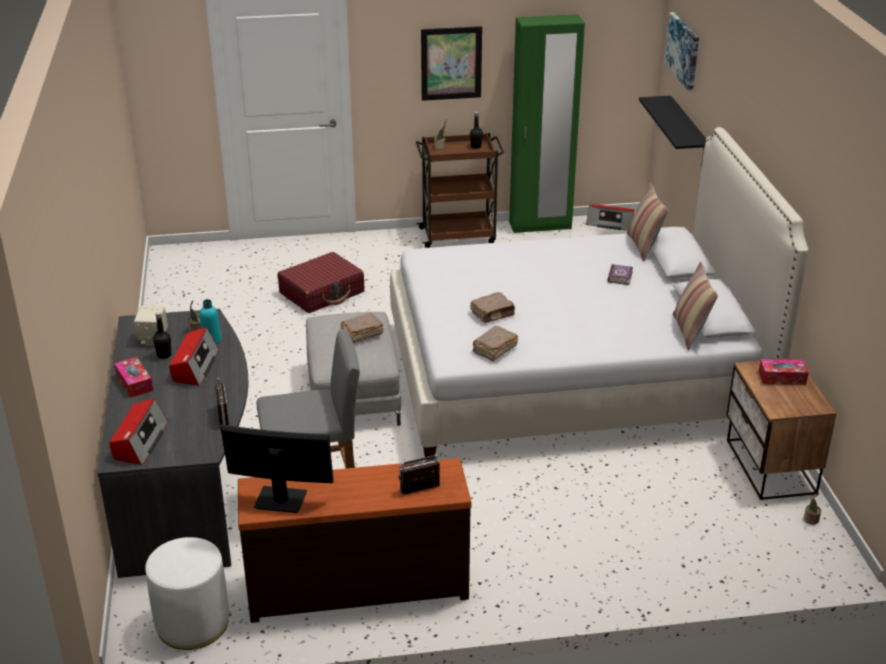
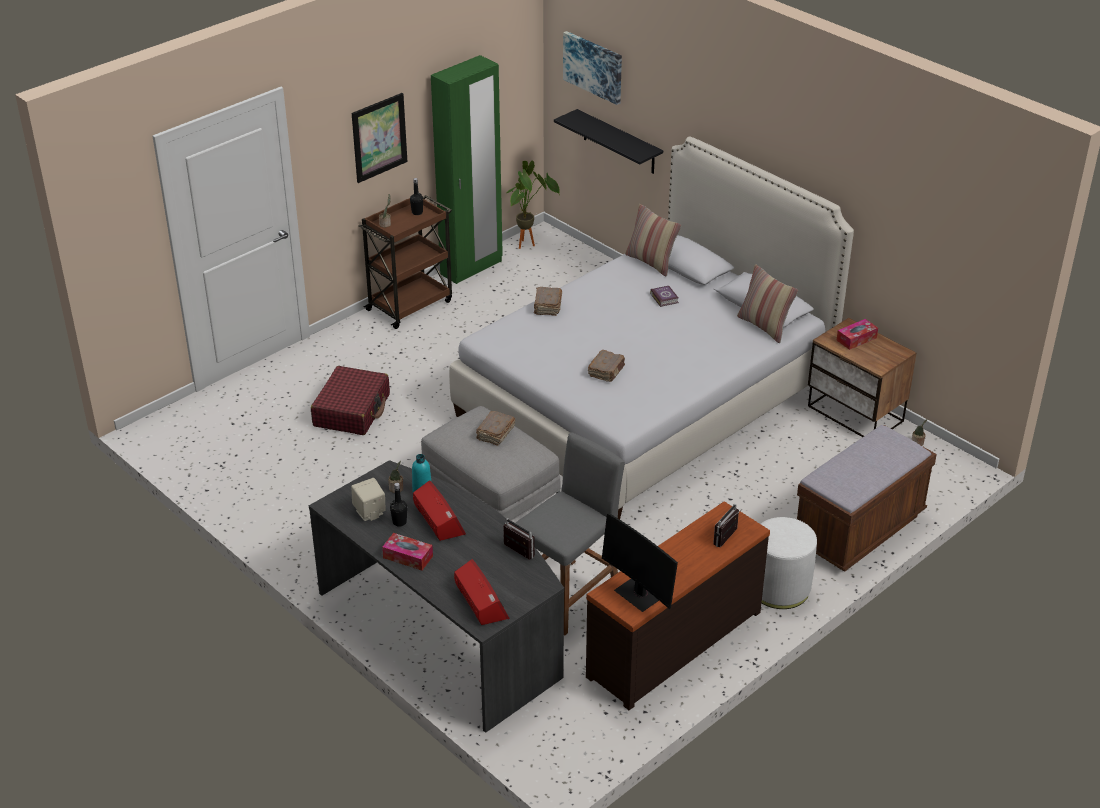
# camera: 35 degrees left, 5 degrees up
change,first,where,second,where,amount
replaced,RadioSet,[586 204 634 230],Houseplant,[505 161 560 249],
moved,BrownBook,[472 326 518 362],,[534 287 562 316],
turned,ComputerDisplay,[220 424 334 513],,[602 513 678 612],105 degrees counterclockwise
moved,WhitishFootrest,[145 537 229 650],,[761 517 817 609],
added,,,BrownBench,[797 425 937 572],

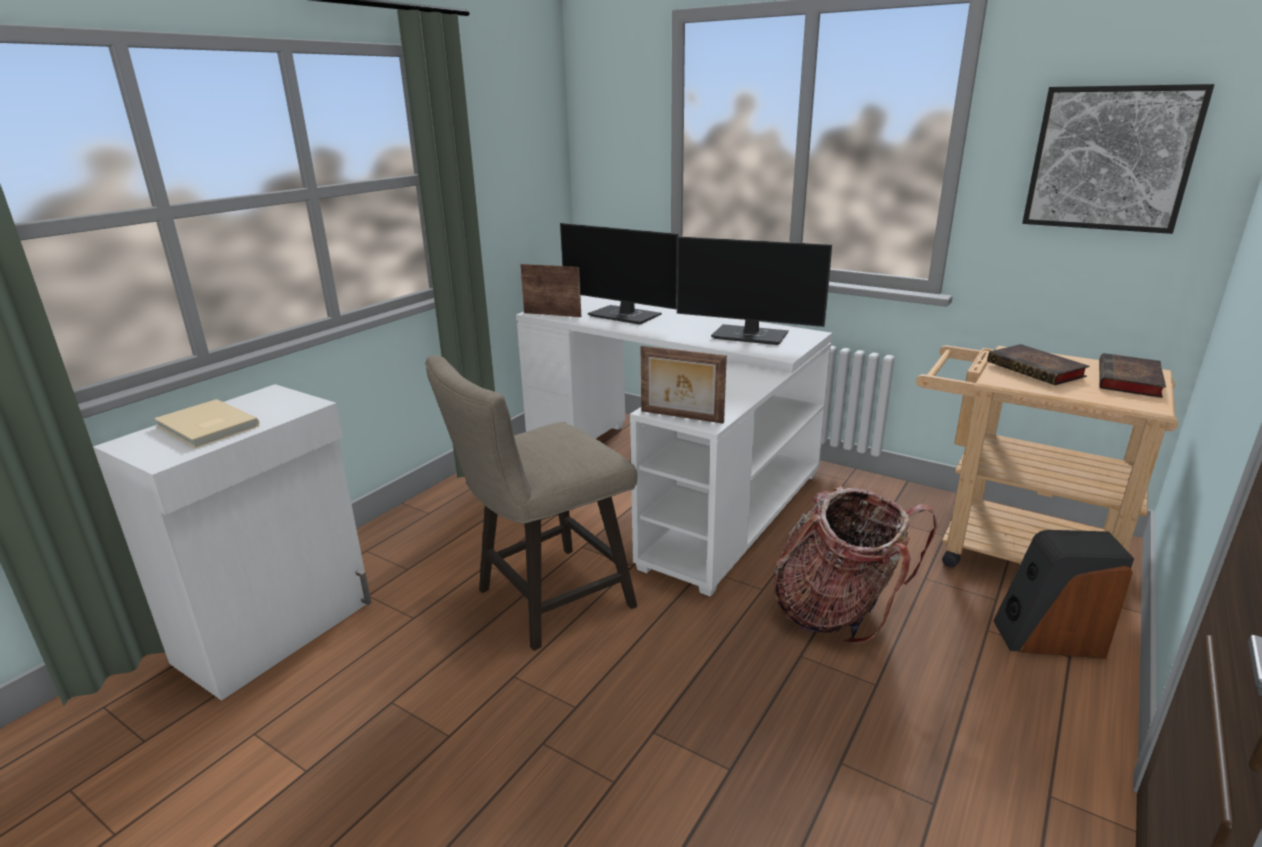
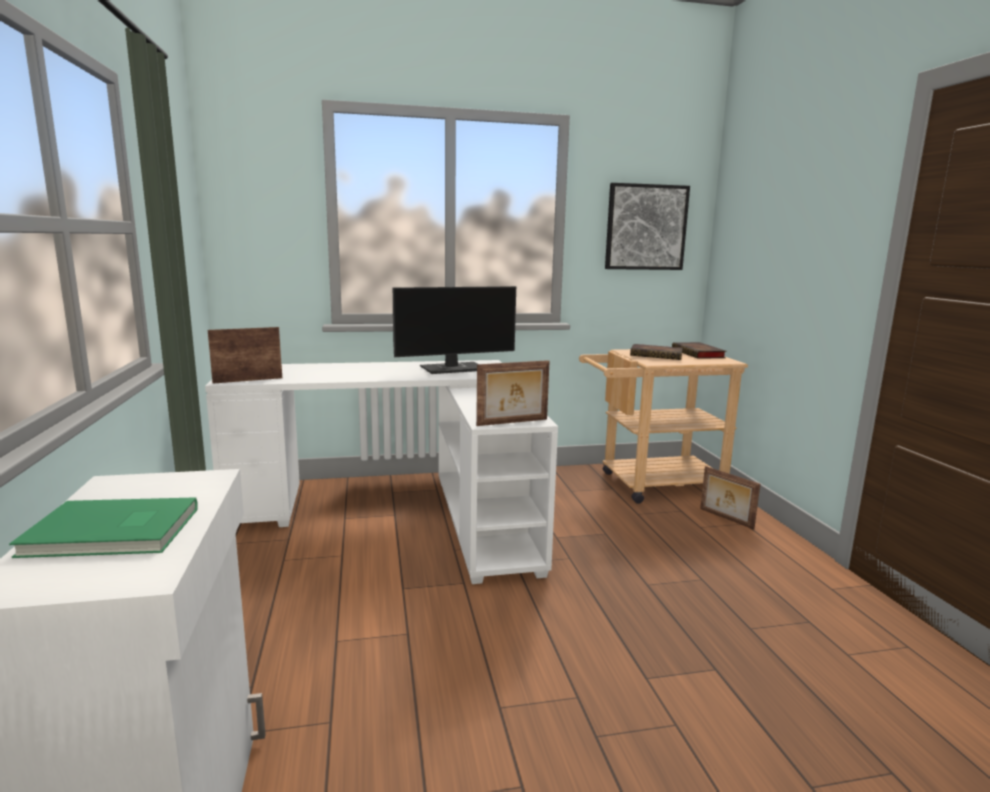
# camera: 45 degrees left, 10 degrees down
change,first,where,second,where,amount
removed,ComputerDisplay,[560 223 678 325],,,
removed,SandColouredStool,[425 355 637 651],,,
recoloured,SandColouredBook,[154 399 259 448],GreenBook,[9 497 198 558],
removed,Knapsack,[773 486 938 644],,,
replaced,Loudspeaker,[993 530 1134 659],PhotoFrame,[700 466 760 529],

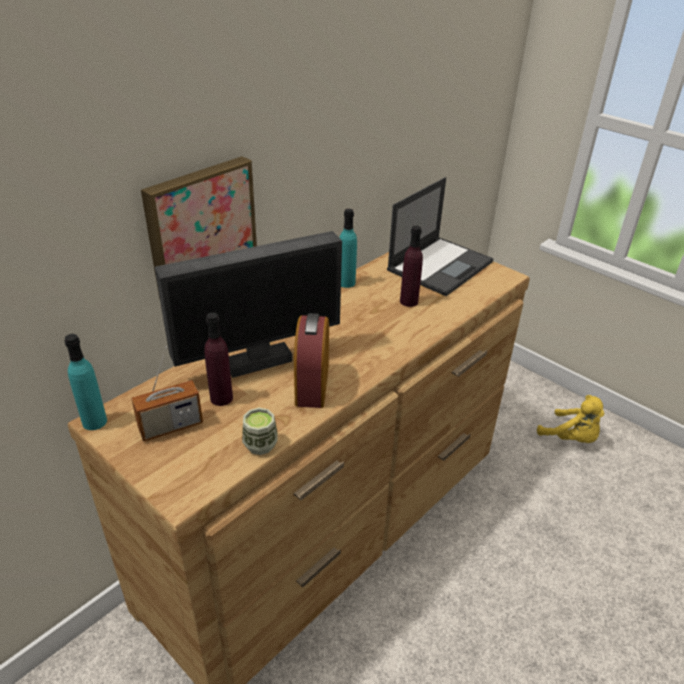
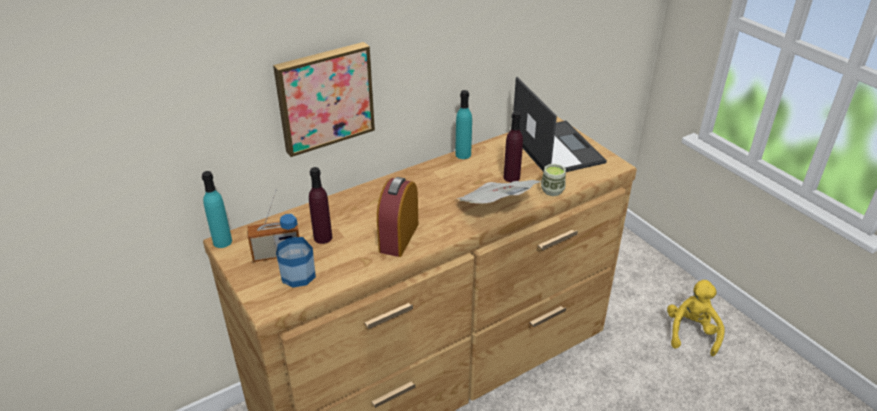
# camera: 15 degrees right, 0 degrees up
change,first,where,second,where,amount
turned,PortableComputer,[387 177 494 296],,[513 77 607 172],75 degrees counterclockwise
removed,ComputerDisplay,[154 231 342 378],,,
turned,YellowColouredPlushToy,[537 395 604 443],,[667 280 725 356],135 degrees counterclockwise
moved,DrinkingCup,[242 408 278 455],,[541 164 566 196],
added,,,DailyPaper,[457 180 542 204],
added,,,Bottle,[276 214 316 287],

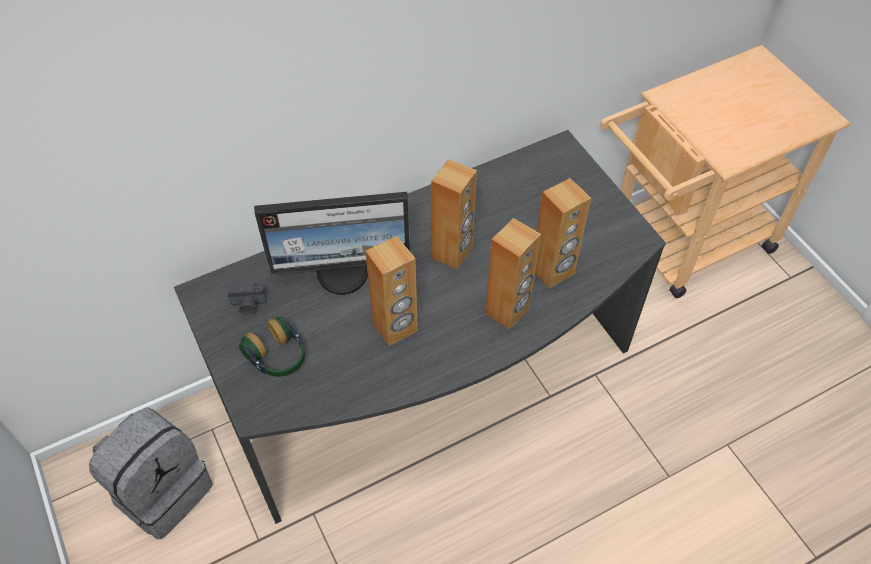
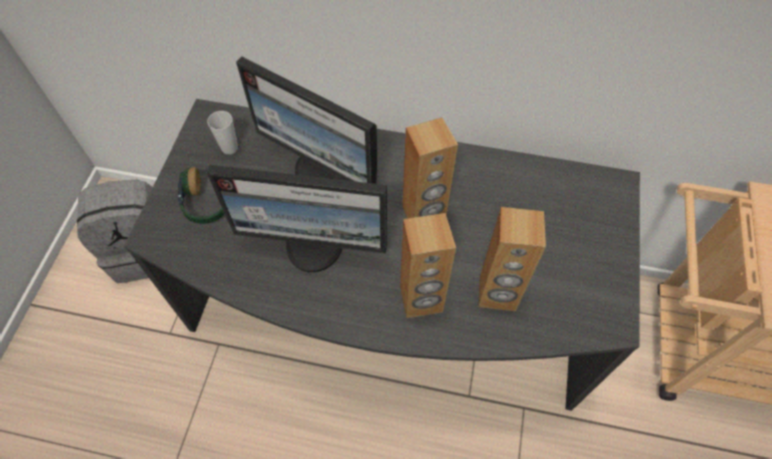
# camera: 40 degrees right, 5 degrees up
change,first,where,second,where,amount
replaced,BrownLoudspeaker,[365 236 418 346],ComputerDisplay,[207 165 387 272],
replaced,PhotoCamera,[227 283 267 315],DrinkingCup,[207 111 238 155],

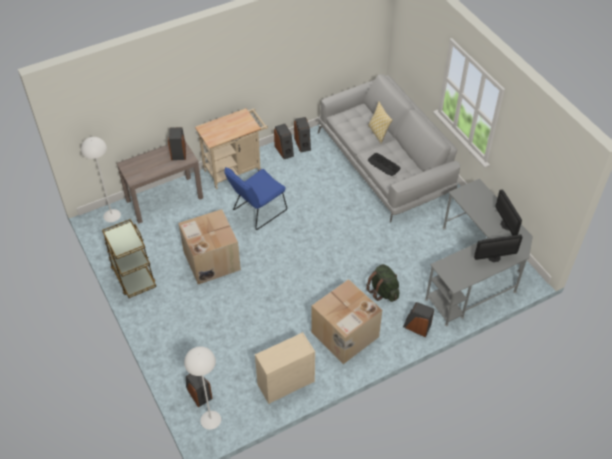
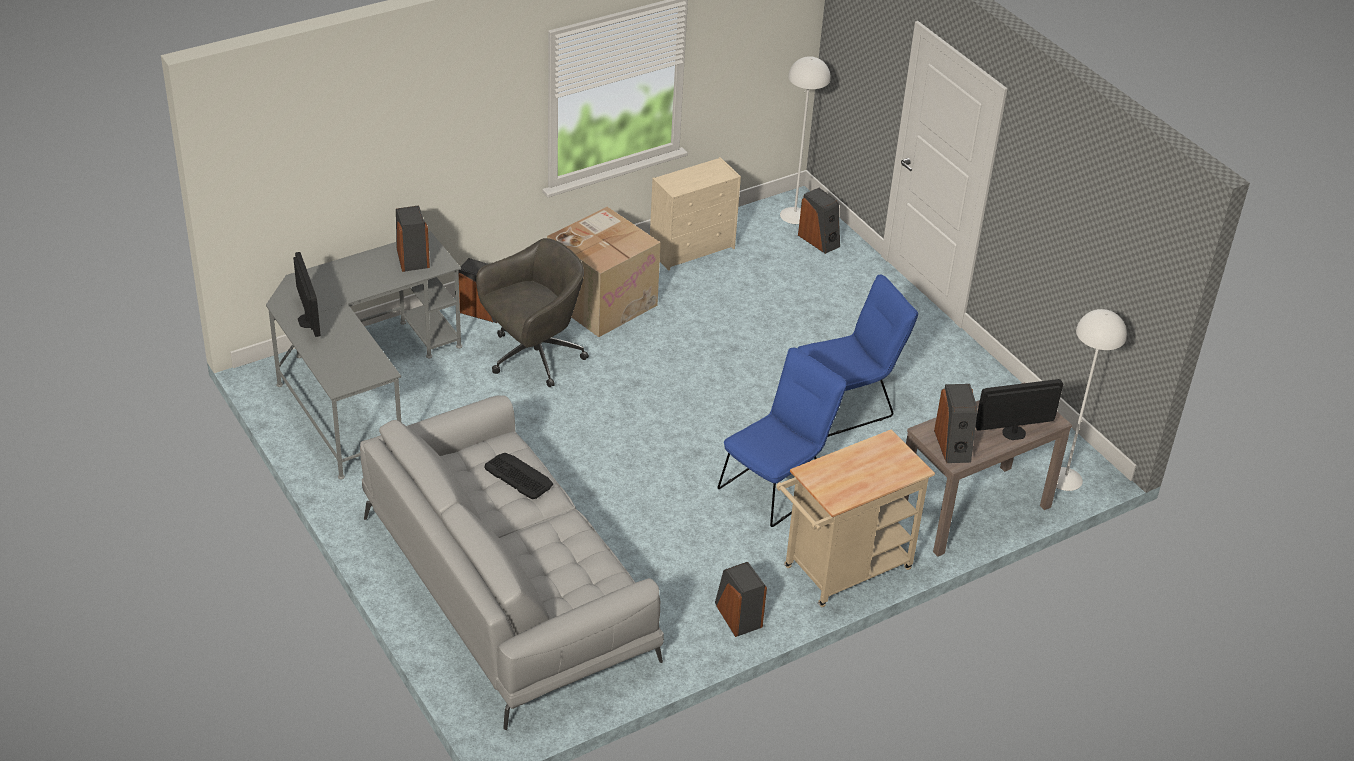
# camera: 175 degrees right, 10 degrees down
change,first,where,second,where,amount
removed,Cushion,[368 101 393 144],,,
moved,Loudspeaker,[294 117 311 152],,[396 205 430 272],
replaced,CardboardBox,[178 209 241 284],BluishUprightChair,[797 275 918 437],
removed,BrownCart,[102 219 156 298],,,
moved,ComputerDisplay,[474 234 522 262],,[976 379 1063 440],
replaced,GreenKnapsack,[366 264 399 302],GreyishDeskChair,[476 238 589 387],

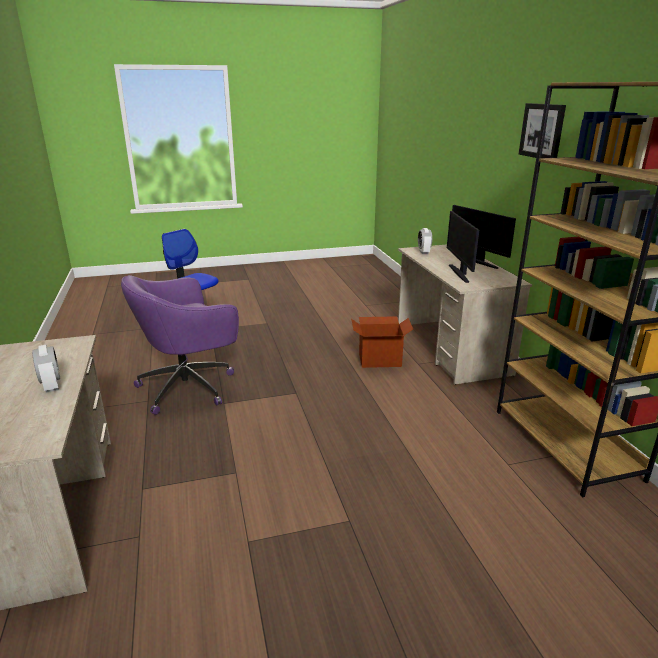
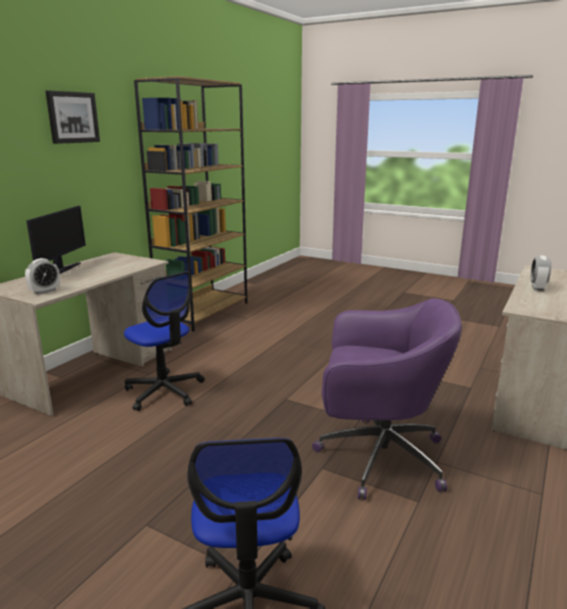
# camera: 135 degrees left, 5 degrees down
change,first,where,second,where,amount
removed,ComputerDisplay,[447 211 479 283],,,
replaced,CardboardBox,[351 316 413 368],DeskChair,[124 271 205 411],

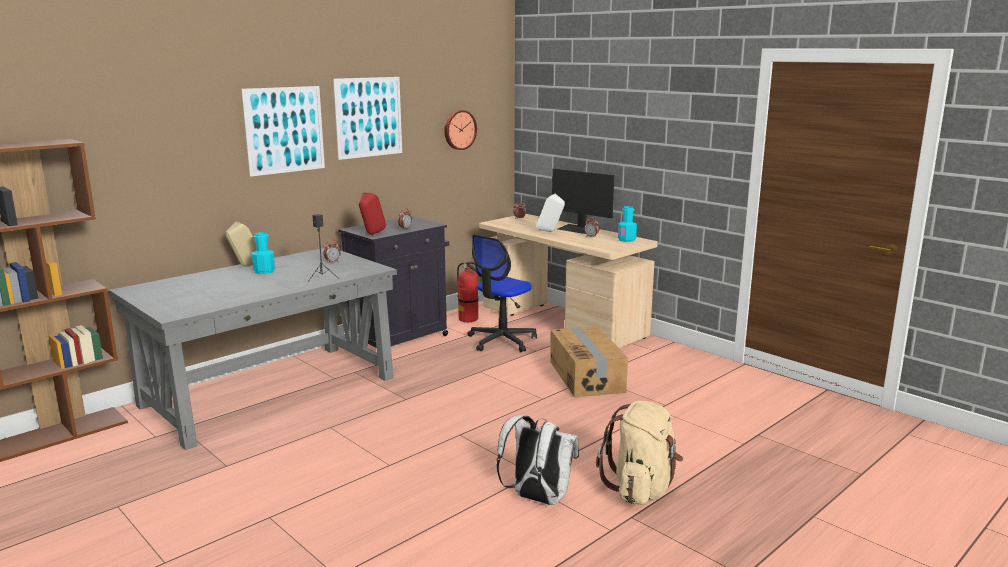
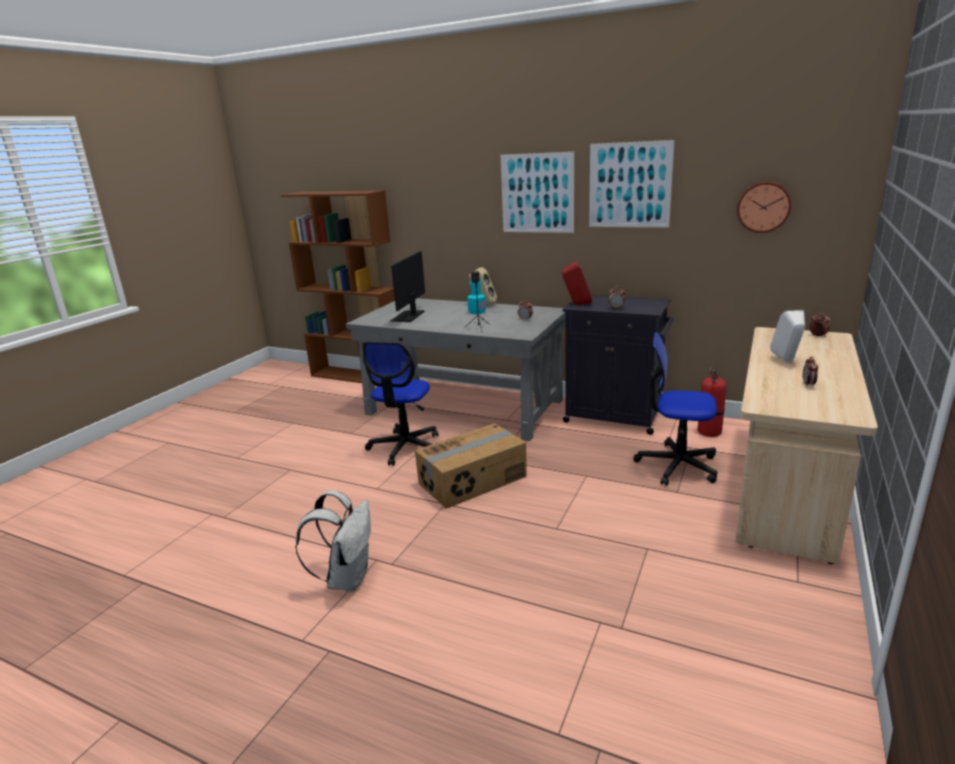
# camera: 70 degrees right, 5 degrees up
change,first,where,second,where,amount
moved,ComputerDisplay,[552 169 614 234],,[389 251 425 322],
removed,BlueGreenBottle,[618 206 637 242],,,
moved,CardboardBox,[550 326 628 398],,[415 423 527 509],
removed,SandColouredKnapsack,[596 401 683 505],,,
added,,,DeskChair,[363 342 438 466],

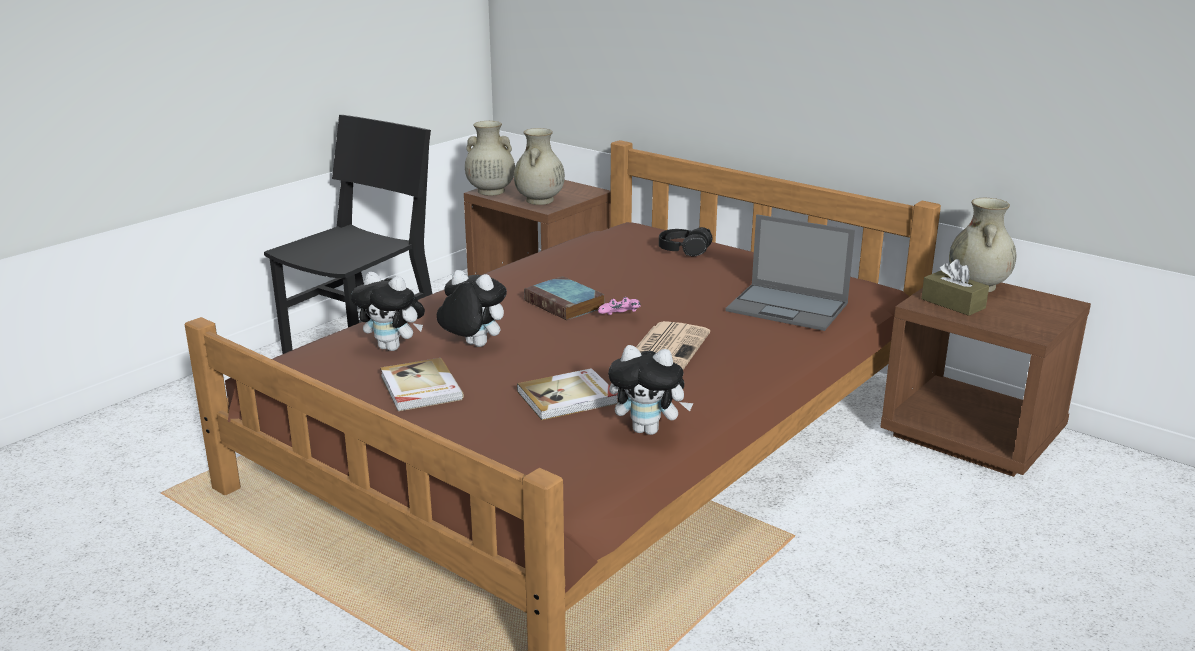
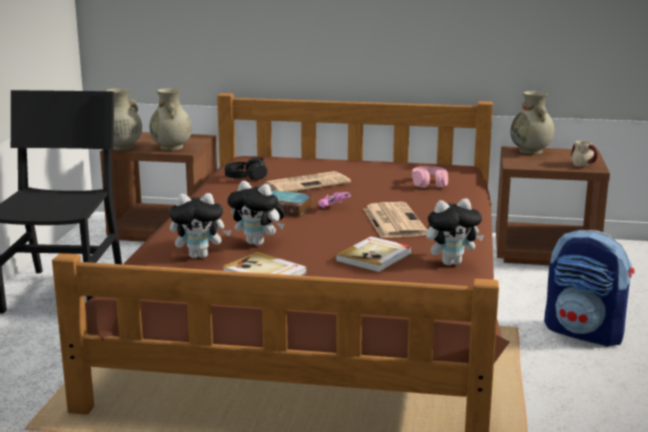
# camera: 30 degrees left, 5 degrees down
change,first,where,second,where,amount
replaced,PortableComputer,[725 214 855 331],PinkHeadphones,[412 166 448 188],
moved,BlackHeadphones,[659 227 713 256],,[225 158 268 180],
removed,BrownBoxOfTissues,[921 259 989 316],,,
turned,PlushToy,[437 270 507 347],,[227 181 285 246],150 degrees counterclockwise
added,,,Mug,[571 140 598 166],
added,,,DailyPaper,[265 171 351 192],
added,,,Knapsack,[544 230 635 347],

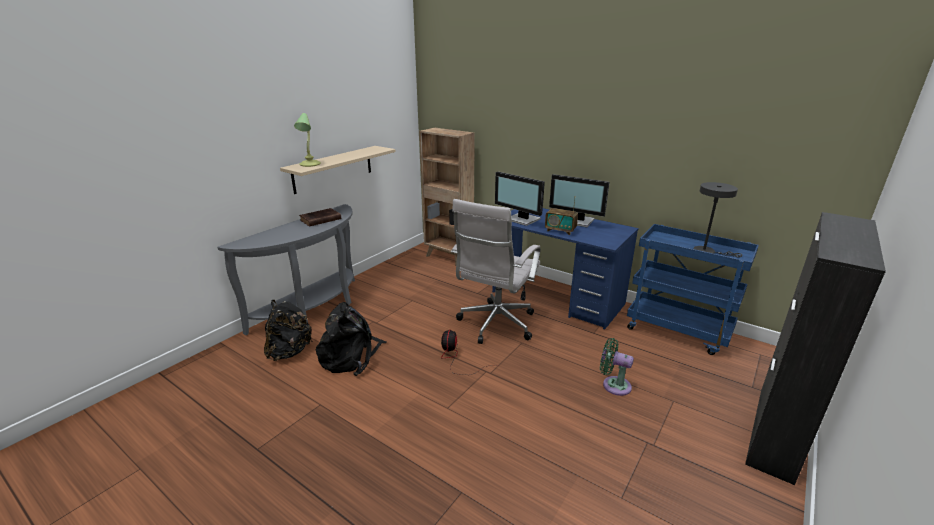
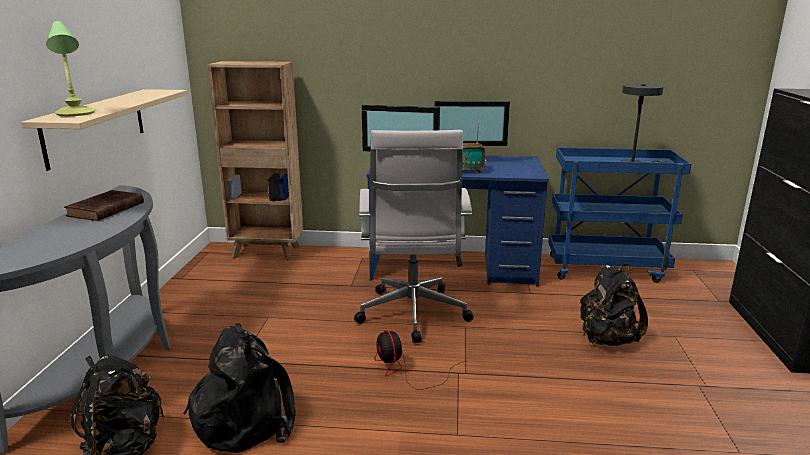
# camera: 30 degrees left, 5 degrees down
change,first,where,second,where,amount
replaced,GreenFan,[600 338 634 396],BlackKnapsack,[580 264 648 346],

